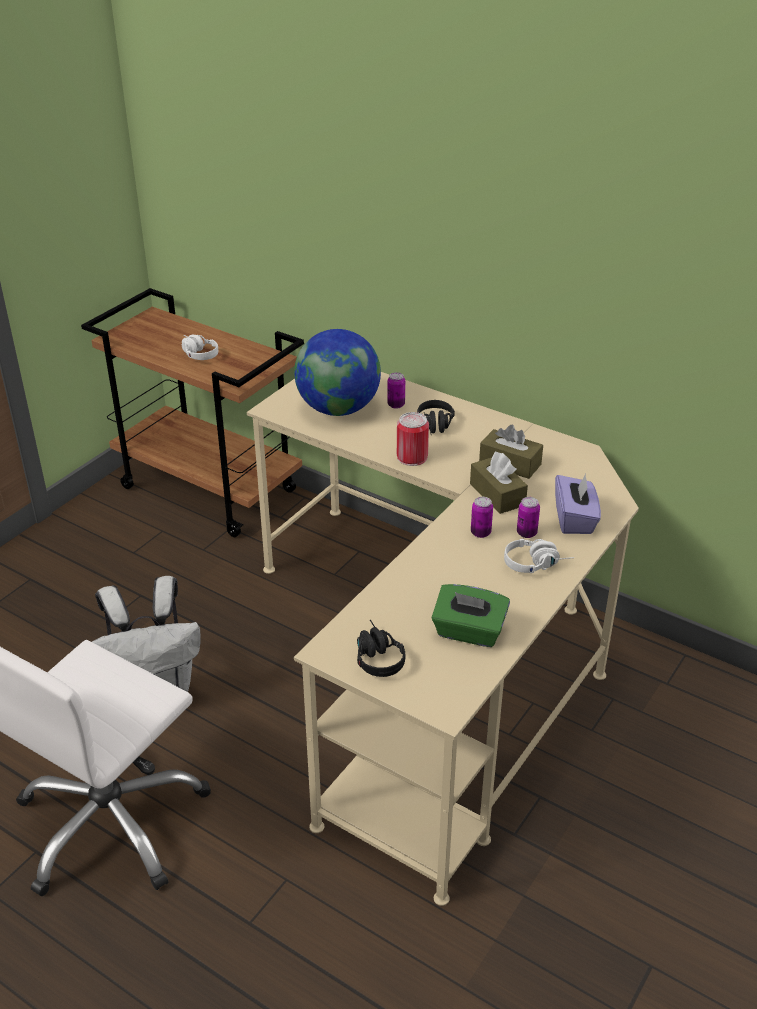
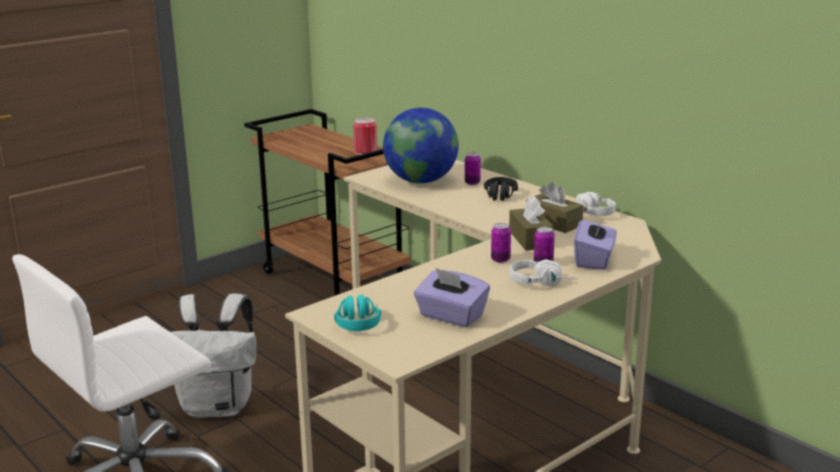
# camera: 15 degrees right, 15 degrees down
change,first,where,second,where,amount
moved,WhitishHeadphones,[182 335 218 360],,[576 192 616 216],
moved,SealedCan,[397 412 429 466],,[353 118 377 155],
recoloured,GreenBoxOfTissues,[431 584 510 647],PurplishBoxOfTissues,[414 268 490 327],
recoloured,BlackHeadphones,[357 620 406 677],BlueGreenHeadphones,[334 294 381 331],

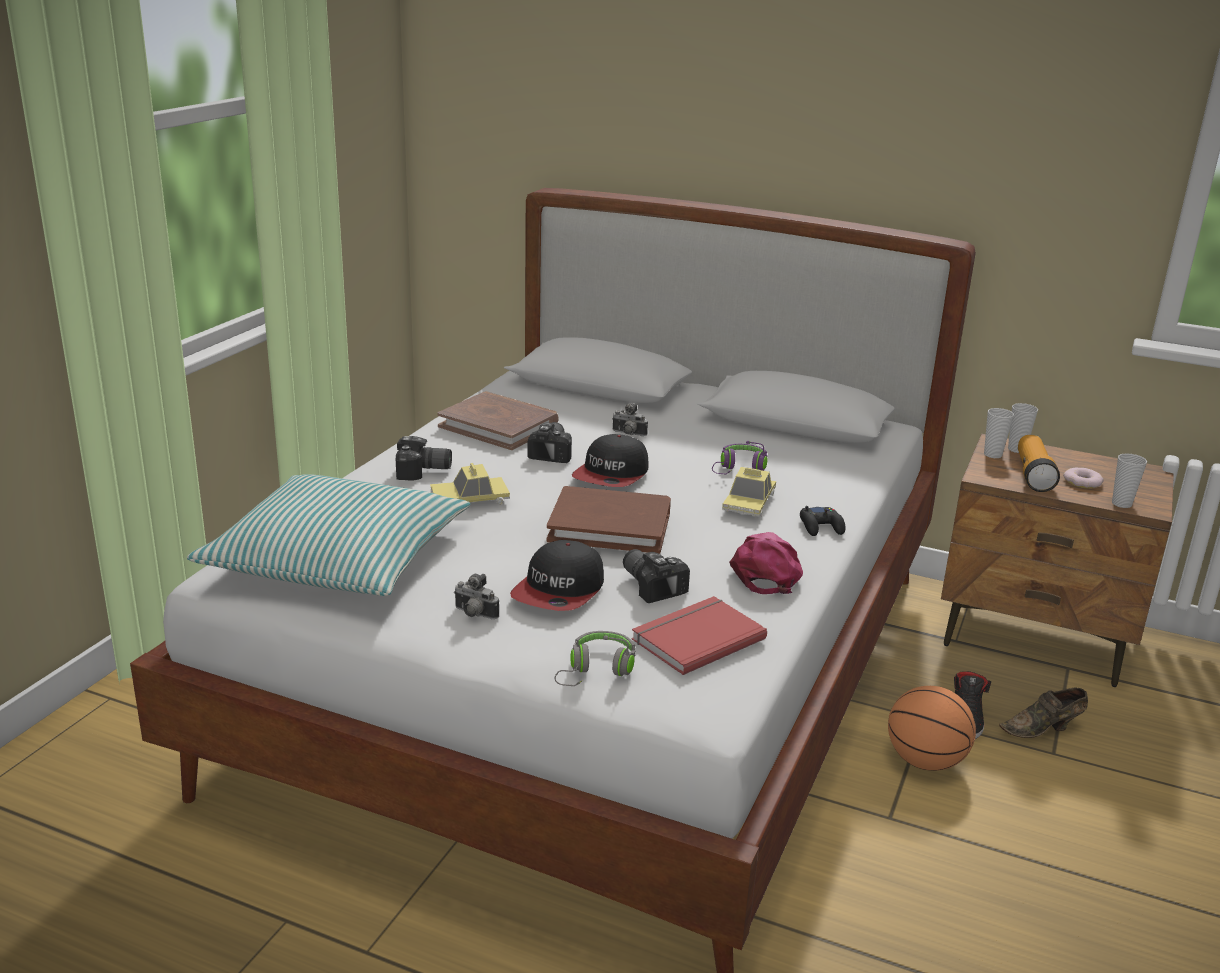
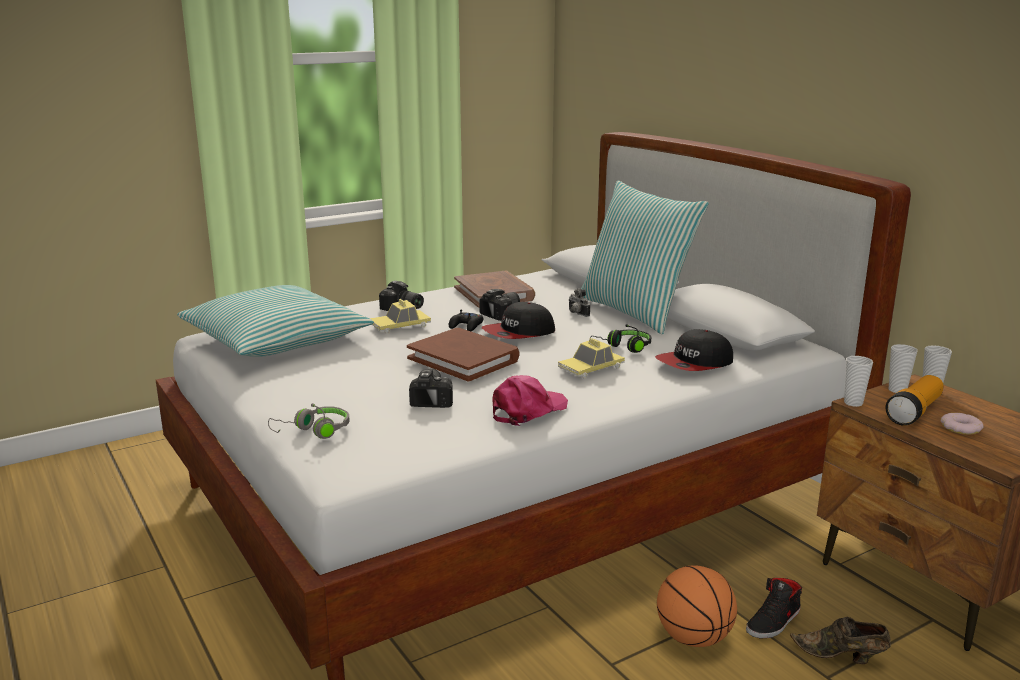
# camera: 35 degrees right, 5 degrees down
change,first,where,second,where,amount
recoloured,PurplishHeadphones,[712 441 768 474],BlackHeadphones,[590 324 651 353],
moved,DrinkingCup,[1112 453 1147 508],,[844 356 873 407],
turned,MiniatureCar,[430 463 510 505],,[370 299 431 334],45 degrees counterclockwise
moved,BlackJoypad,[800 506 845 536],,[449 310 484 331],
moved,PeakedCap,[510 540 604 611],,[655 329 733 371],
removed,PhotoCamera,[454 574 499 619],,,
removed,ReddishBook,[631 596 767 675],,,
added,,,Cushion,[581 180 709 335],

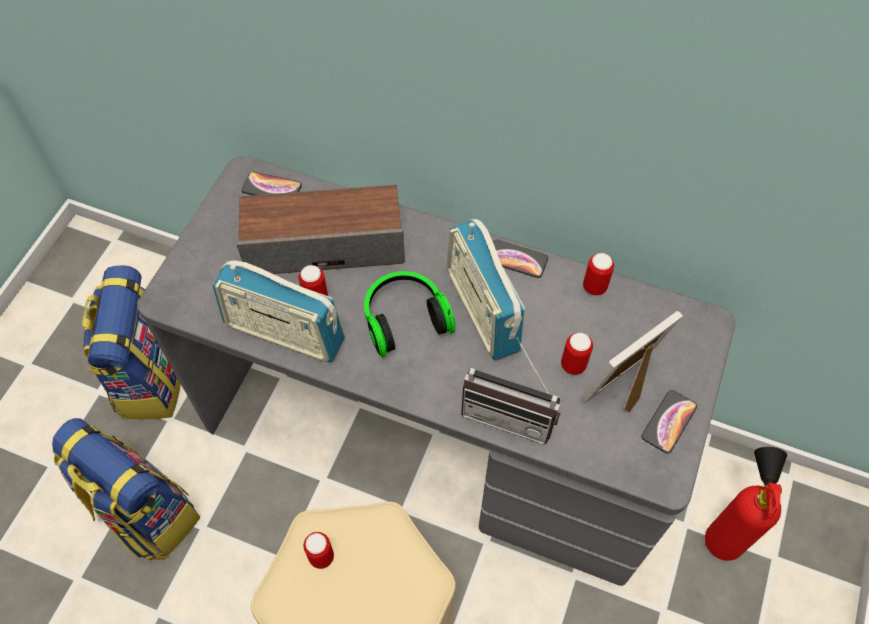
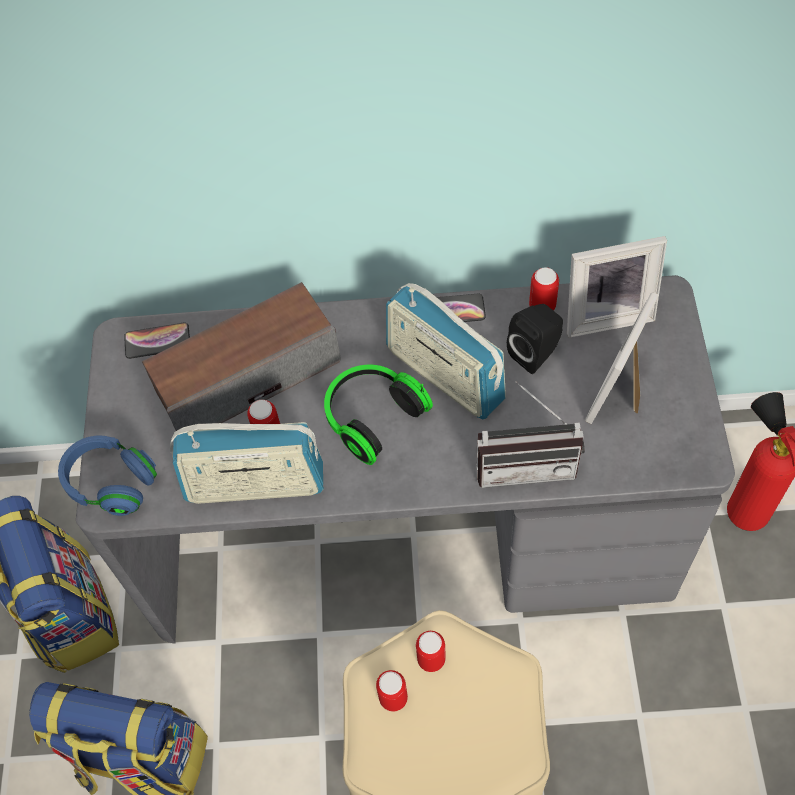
# camera: 20 degrees left, 0 degrees up
change,first,where,second,where,amount
moved,SealedCan,[561 333 593 375],,[416 631 446 672],
removed,Telephone,[642 390 697 454],,,
added,,,PhotoFrame,[567 236 667 338],
added,,,BlackLoudspeaker,[507 304 563 374],
added,,,BluishHeadphones,[58 436 157 516],

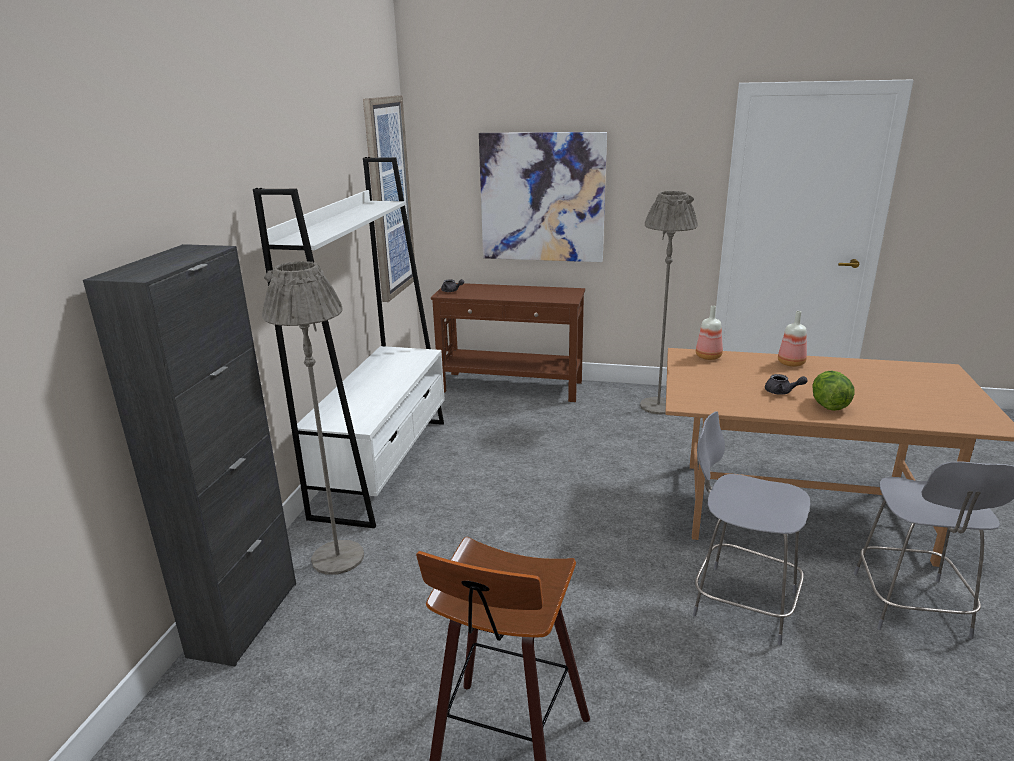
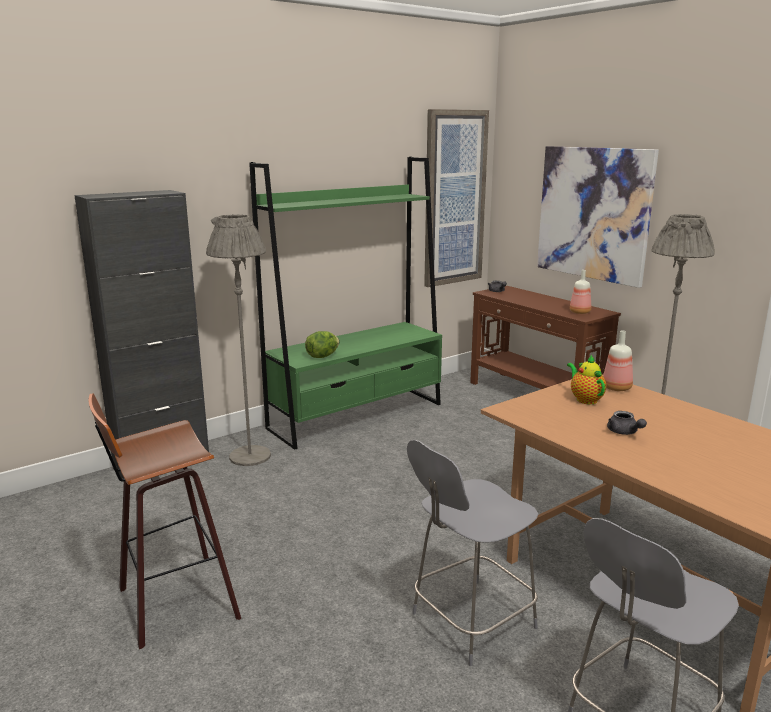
# camera: 40 degrees right, 5 degrees down
change,first,where,second,where,amount
recoloured,WhitishBookshelf,[253 157 445 528],GreenBookshelf,[249 157 442 450],
moved,Bottle,[778 311 807 367],,[570 270 591 314],
moved,HeadOfLettuce,[812 370 855 411],,[305 331 339 358],
turned,GreyishUprightChair,[693 411 811 645],,[407 440 538 666],105 degrees counterclockwise
added,,,PotForTea,[567 355 606 404],

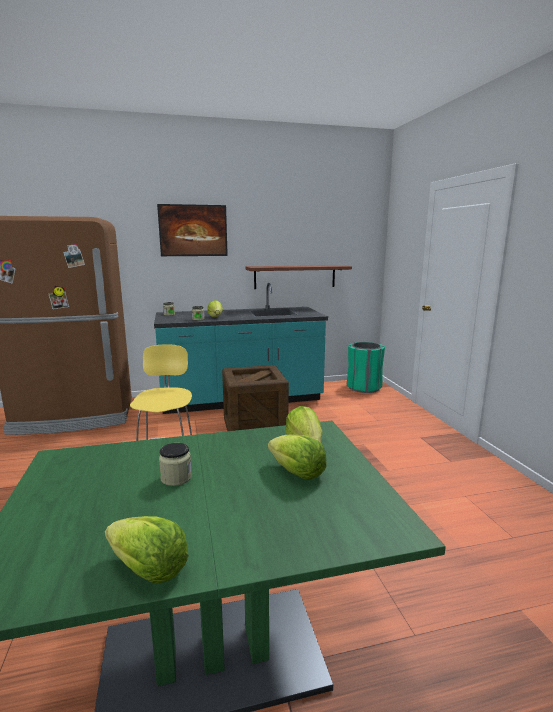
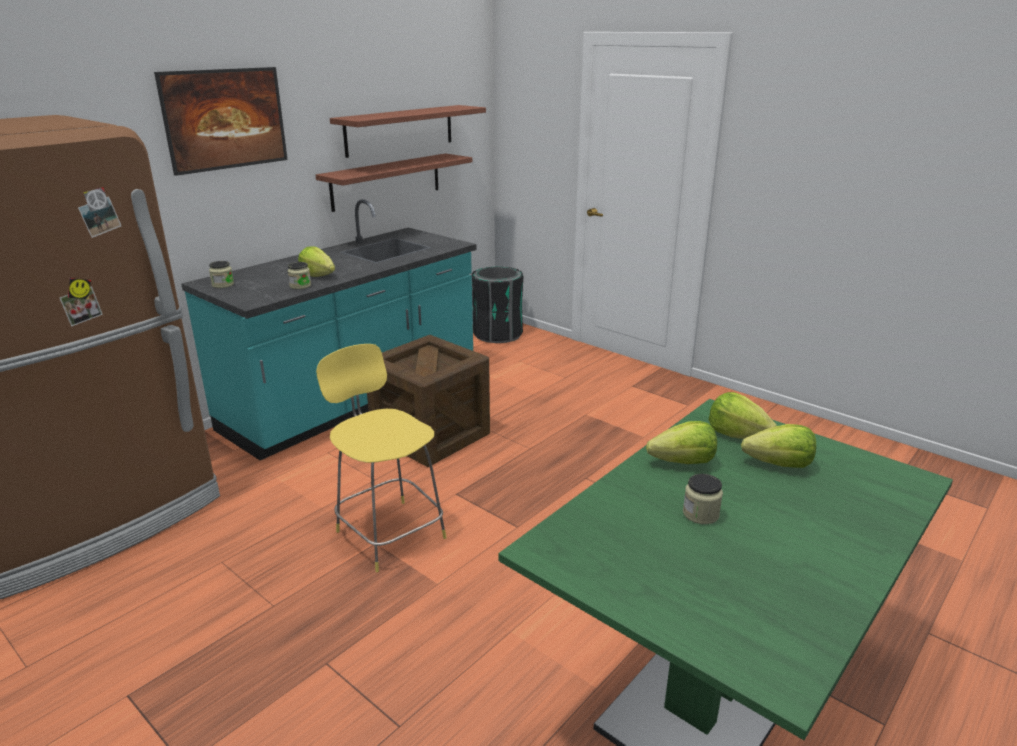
# camera: 35 degrees left, 10 degrees up
change,first,where,second,where,amount
recoloured,GreenWasteBin,[347 342 385 393],BlackWasteBin,[472 266 523 343],
moved,HeadOfLettuce,[105 516 189 584],,[646 421 717 464],
added,,,BracketShelf,[330 105 486 158],

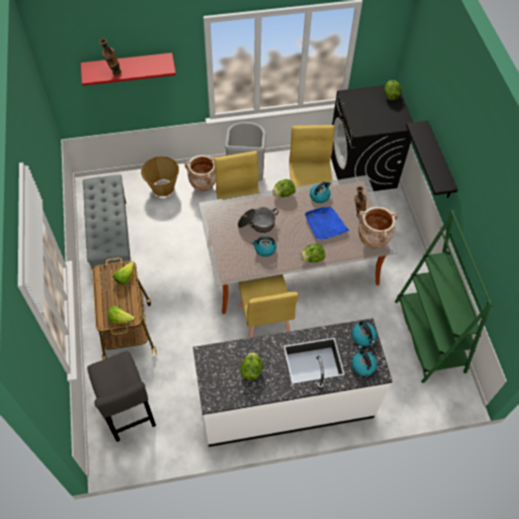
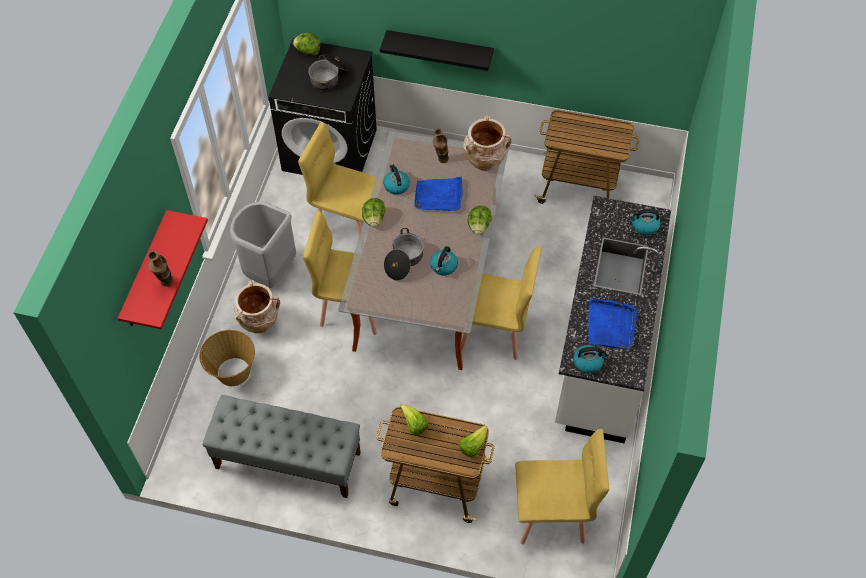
# camera: 65 degrees left, 0 degrees up
change,first,where,second,where,amount
replaced,GreenBookshelf,[395 210 493 383],Cart,[534 110 639 204],
moved,Kettle,[352 321 377 346],,[573 345 609 373],
replaced,GreyishStool,[87 351 156 442],YellowColouredUprightChair,[515 429 609 544],
replaced,HeadOfLettuce,[240 352 263 380],BluishTray,[588 299 637 349],
added,,,Stockpot,[308 54 348 90],

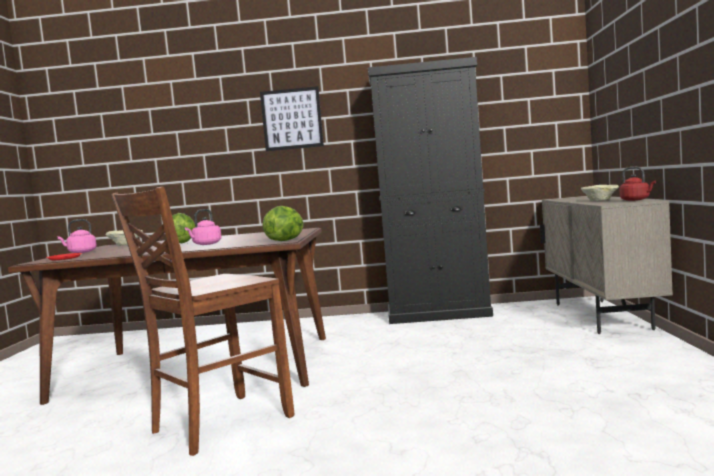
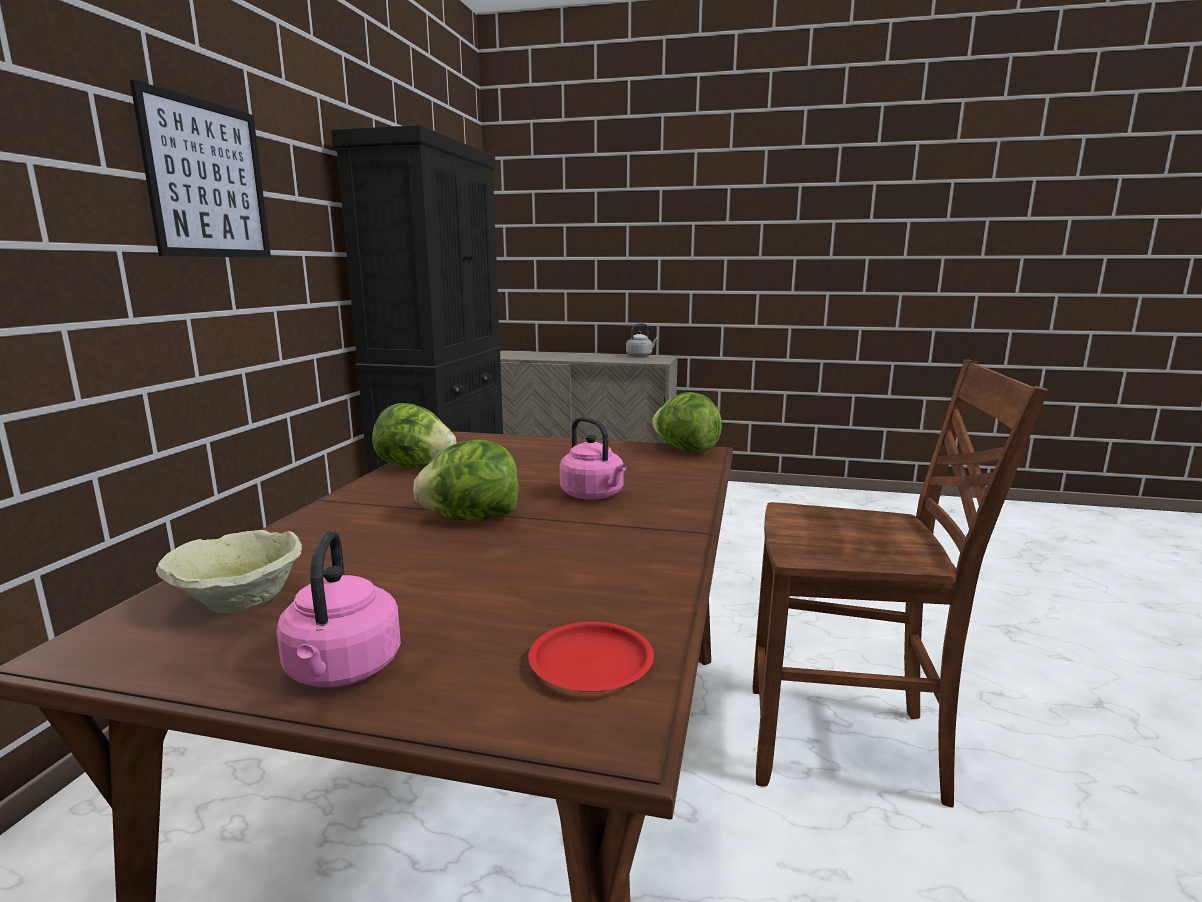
# camera: 80 degrees left, 10 degrees up
change,first,where,second,where,amount
recoloured,ReddishKettle,[619 167 656 201],GreyishKettle,[626 323 658 357],
removed,SandColouredDeepDish,[581 185 619 201],,,
turned,BrownUprightChair,[112 187 294 456],,[753 359 1048 808],45 degrees counterclockwise
added,,,HeadOfLettuce,[372 403 456 468],

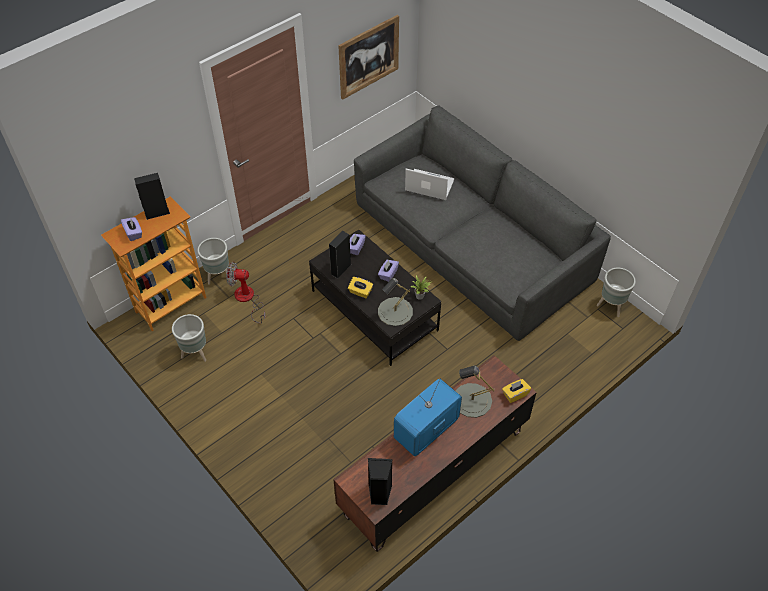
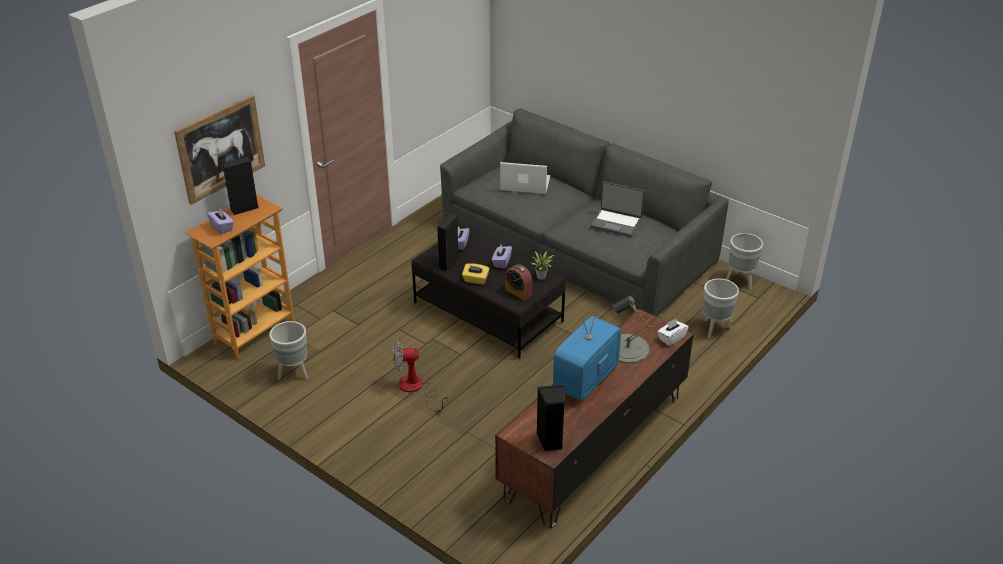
# camera: 10 degrees left, 15 degrees down
change,first,where,second,where,amount
moved,WallPicture,[338 15 399 100],,[174 95 265 205],
moved,GreyishPlantPot,[197 238 229 285],,[703 278 739 338],
moved,Fan,[226 262 266 323],,[393 340 447 412],
replaced,GreyishTableLamp,[378 278 413 326],AlarmClock,[506 264 532 301],
recoloured,YellowColouredBoxOfTissues,[502 379 531 403],WhitishBoxOfTissues,[657 319 689 346],
added,,,PortableComputer,[590 181 645 237],

